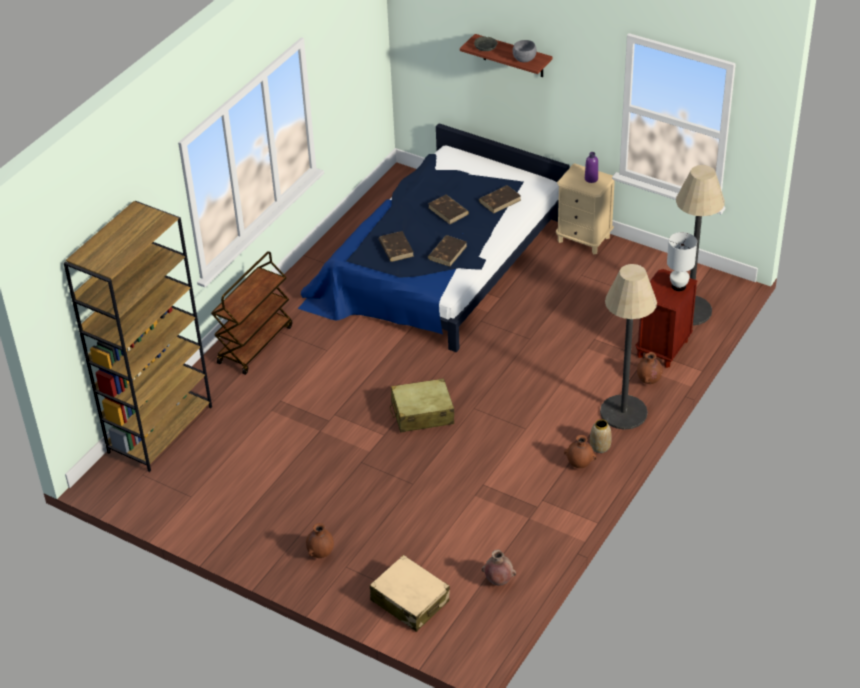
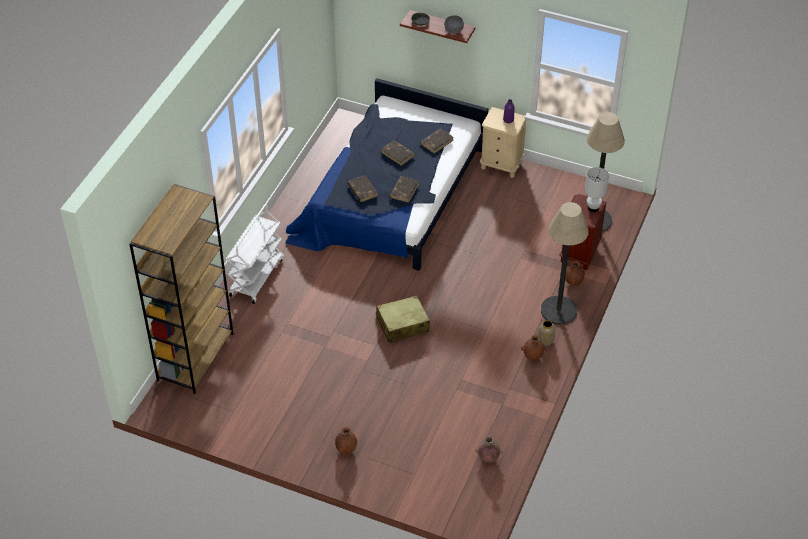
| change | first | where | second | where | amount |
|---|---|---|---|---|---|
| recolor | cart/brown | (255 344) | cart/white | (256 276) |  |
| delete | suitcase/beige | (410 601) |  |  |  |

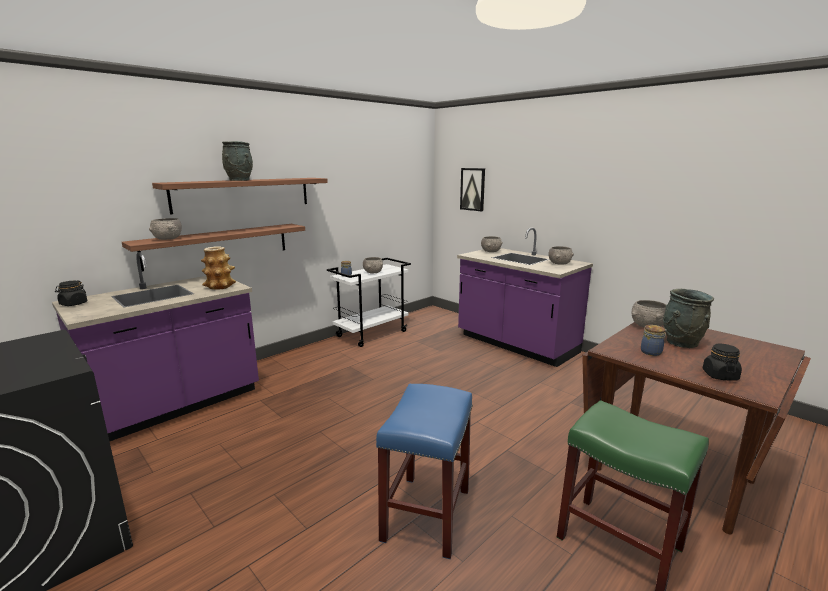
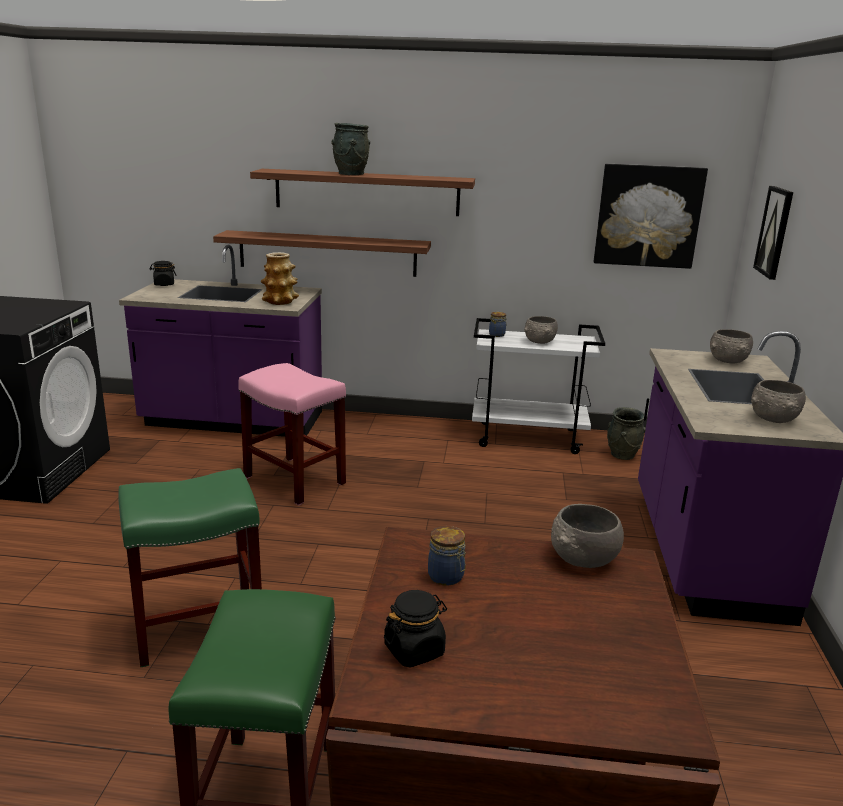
| change | first | where | second | where | amount |
|---|---|---|---|---|---|
| delete | bowl/grey | (168 239) |  |  |  |
| move | vase/grey | (681 343) |  | (622 454) |  |
| recolor | stool/blue | (427 515) | stool/green | (197 627) |  |
| insert |  |  | picture | (648 216) |  |
| insert |  |  | stool/pink | (293 480) |  |

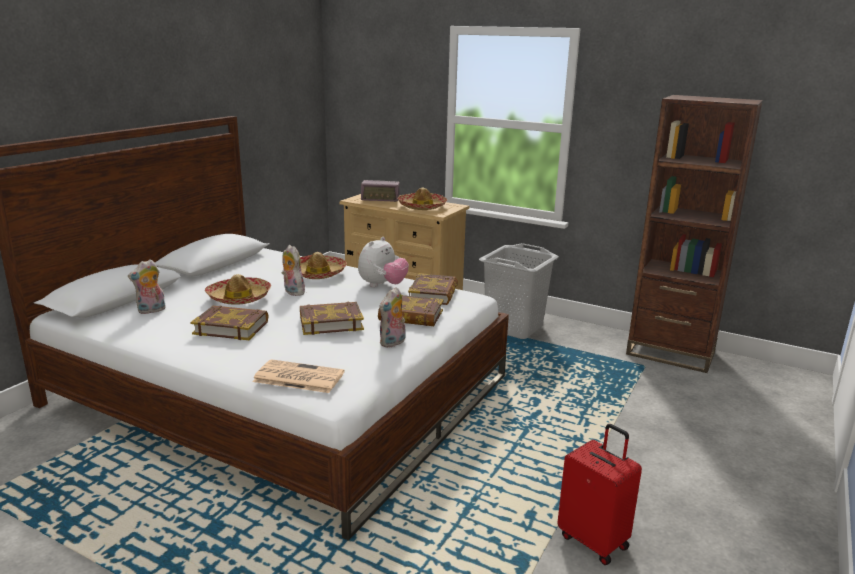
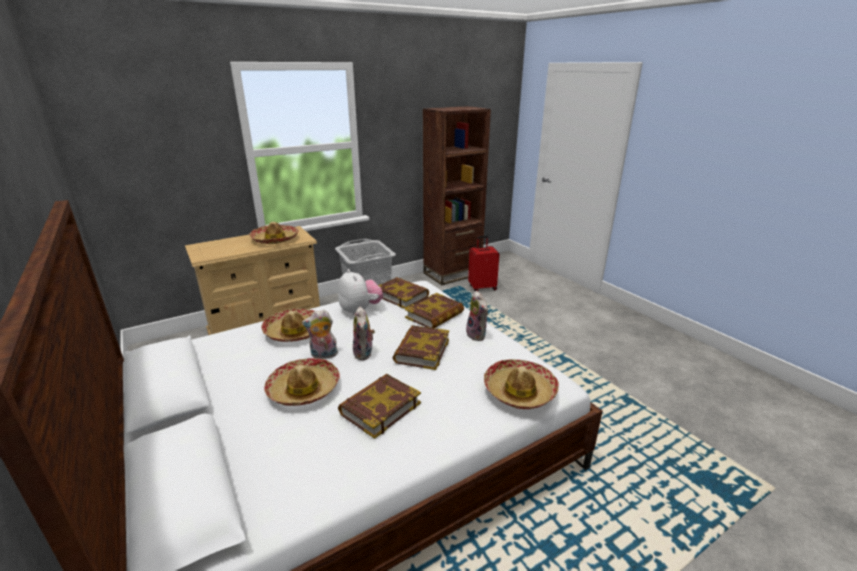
| change | first | where | second | where | amount |
|---|---|---|---|---|---|
| delete | radio | (380 199) |  |  |  |
| move | plush toy | (151 311) |  | (364 353) |  |
| replace | newspaper | (297 377) | hat | (519 391) |  |
| move | suitcase/red | (594 541) |  | (482 287) |  |

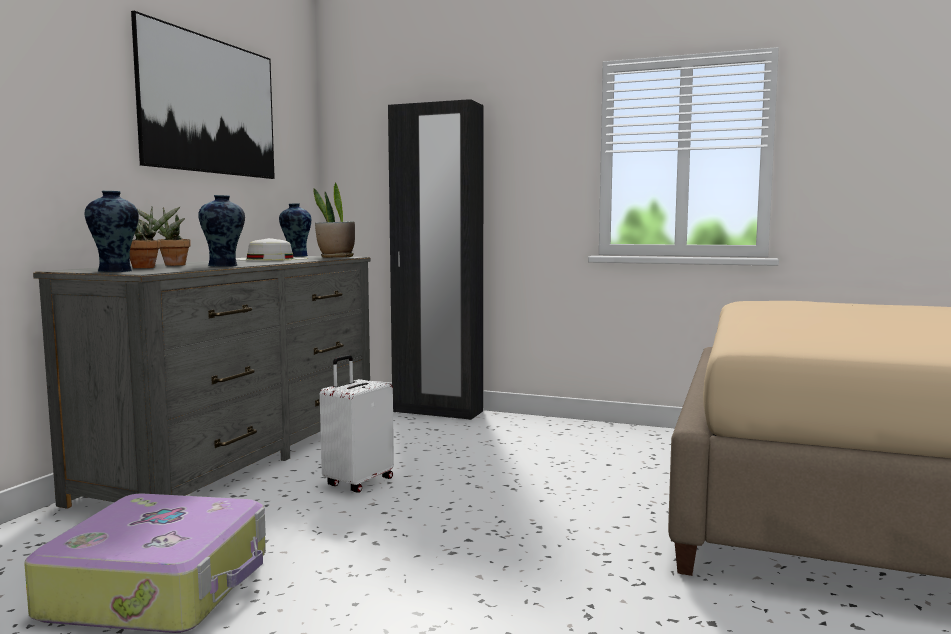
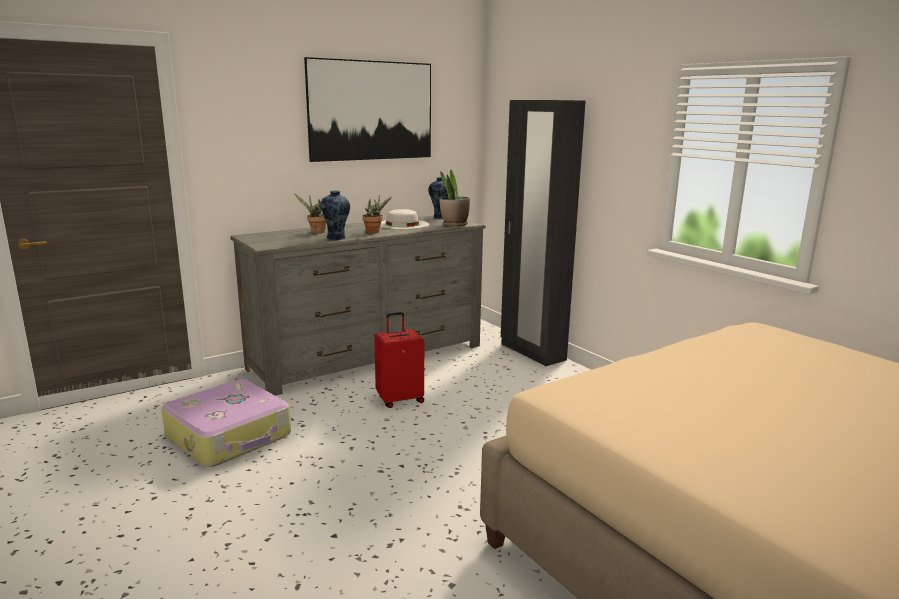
| change | first | where | second | where | amount |
|---|---|---|---|---|---|
| delete | vase | (115 271) |  |  |  |
| move | potted plant | (147 267) |  | (375 232) |  |
| recolor | suitcase/white | (358 482) | suitcase/red | (400 399) |  |

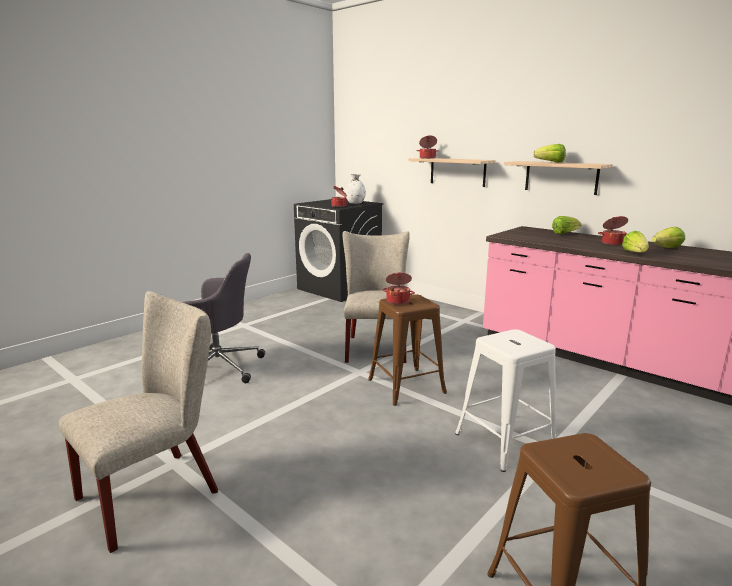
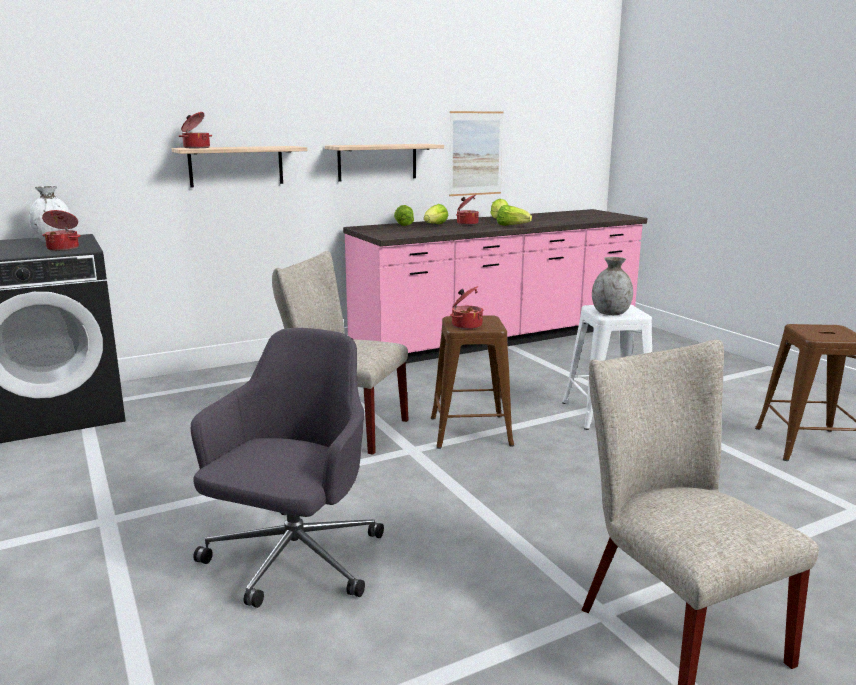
| change | first | where | second | where | amount |
|---|---|---|---|---|---|
| move | lettuce | (550 162) |  | (435 225) |  |
| insert |  |  | picture | (475 153) |  |
| insert |  |  | vase/grey | (610 313) |  |

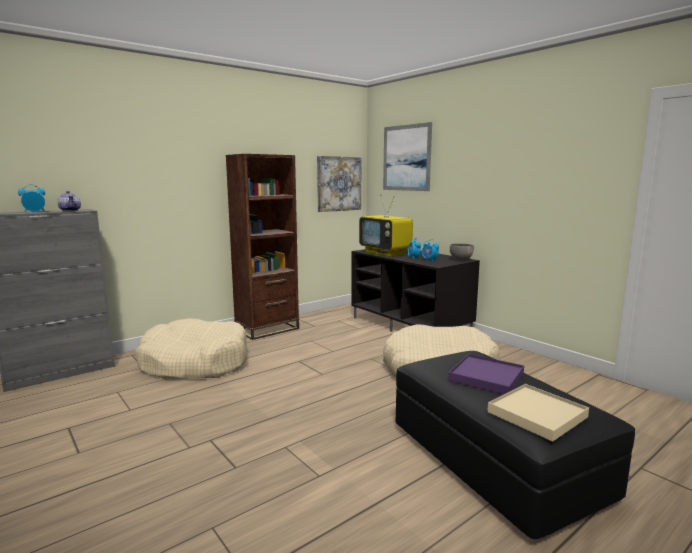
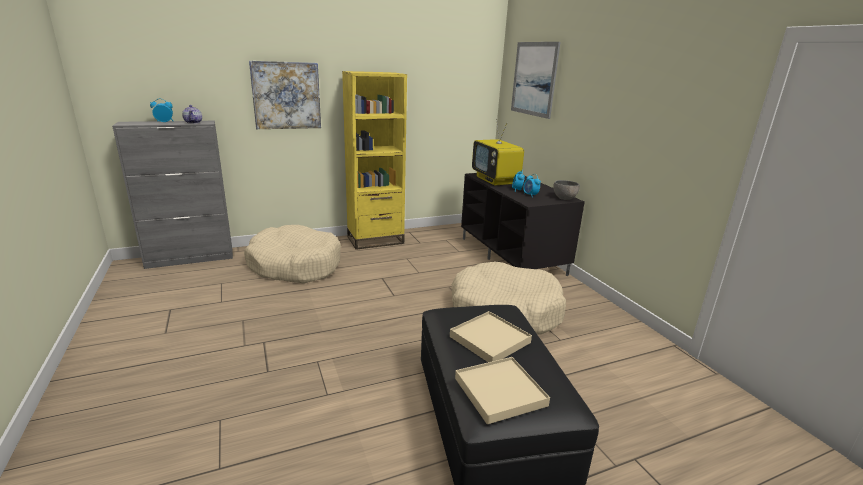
| change | first | where | second | where | amount |
|---|---|---|---|---|---|
| recolor | bookcase/brown | (267 329) | bookcase/yellow | (375 240) |  |
| move | picture | (339 183) |  | (286 95) |  |
| recolor | tray/purple | (486 377) | tray/beige | (490 339) |  |

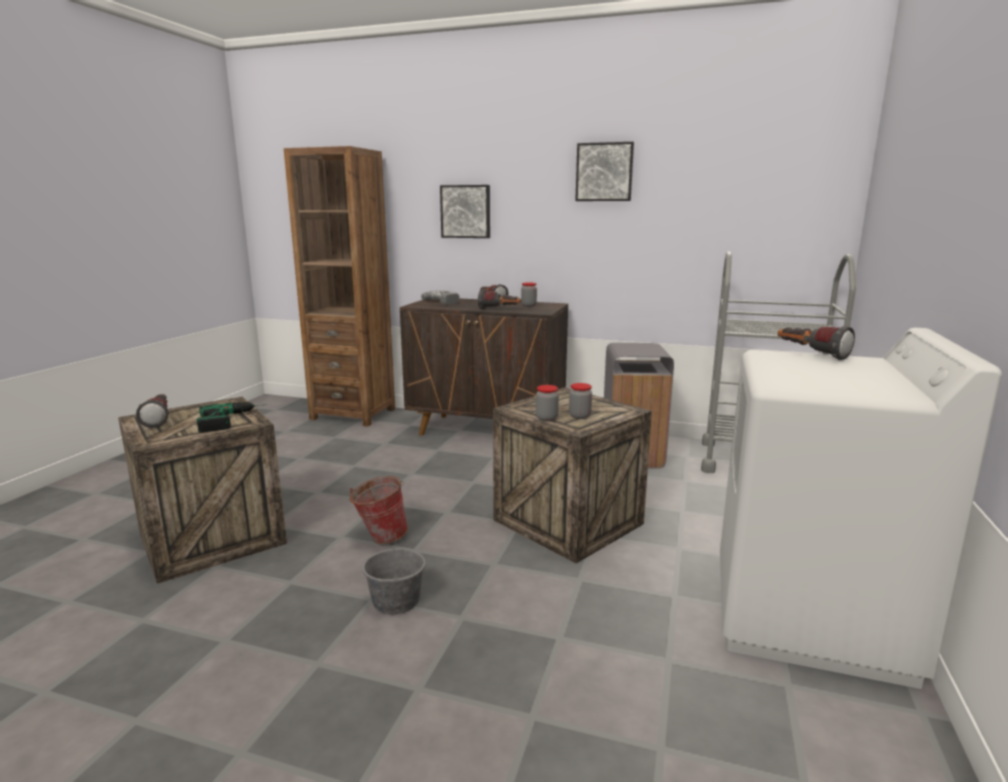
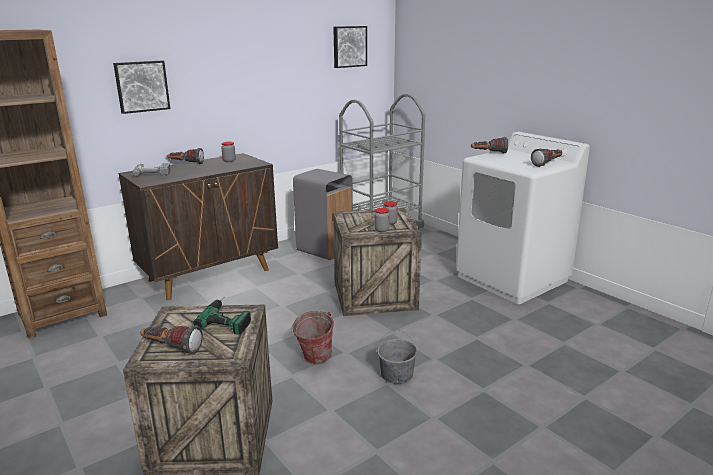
| change | first | where | second | where | amount |
|---|---|---|---|---|---|
| move | picture | (604 172) |  | (349 46) |  |
| move | flashlight | (499 309) |  | (548 164) |  |

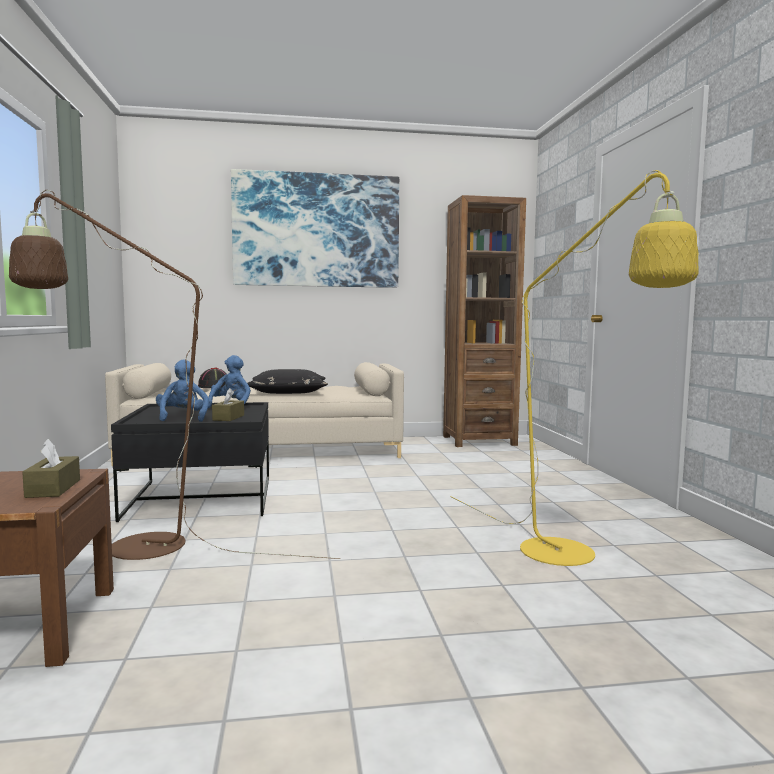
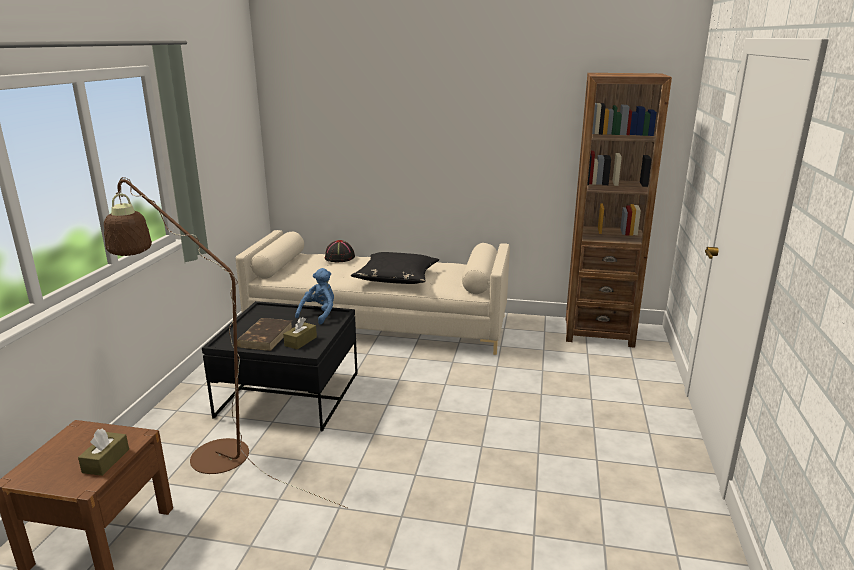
| change | first | where | second | where | amount |
|---|---|---|---|---|---|
| delete | picture | (317 230) |  |  |  |
| delete | floor lamp/yellow | (572 558) |  |  |  |
| replace | plush toy/blue | (183 418) | book/brown | (265 337) |  |

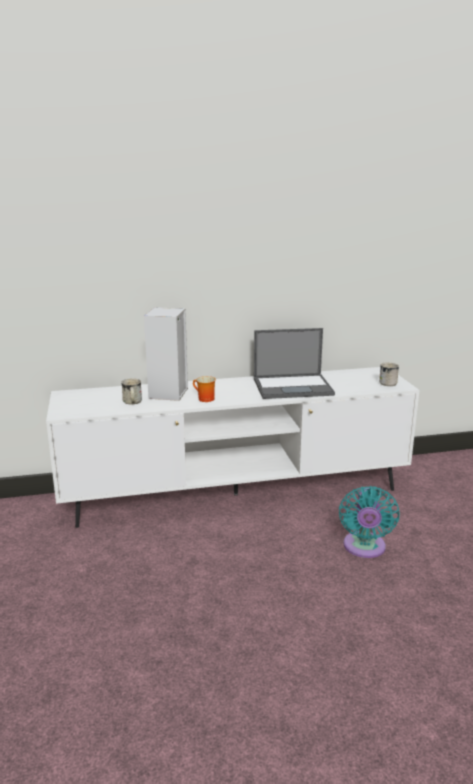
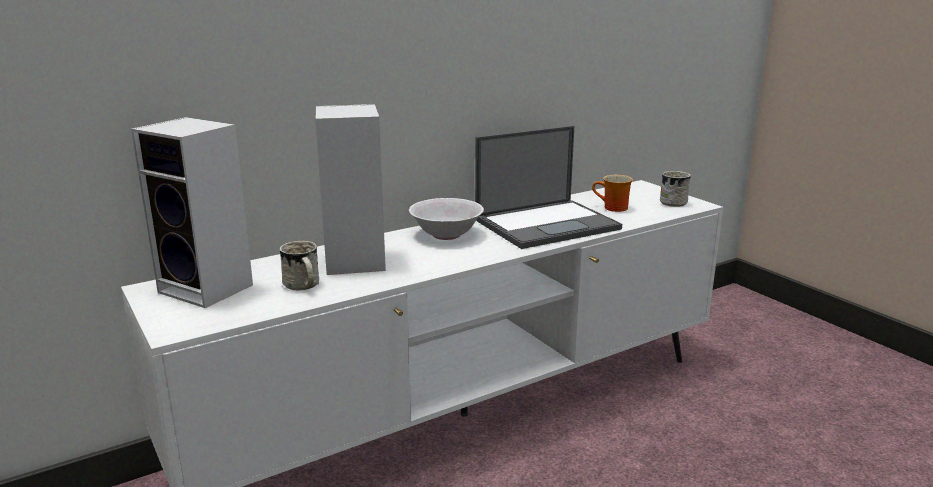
| change | first | where | second | where | amount |
|---|---|---|---|---|---|
| move | mug | (204 399) |  | (612 208) |  |
| delete | fan/turquoise | (364 548) |  |  |  |
| insert |  |  | speaker | (209 289) |  |
| insert |  |  | bowl/white | (446 235) |  |

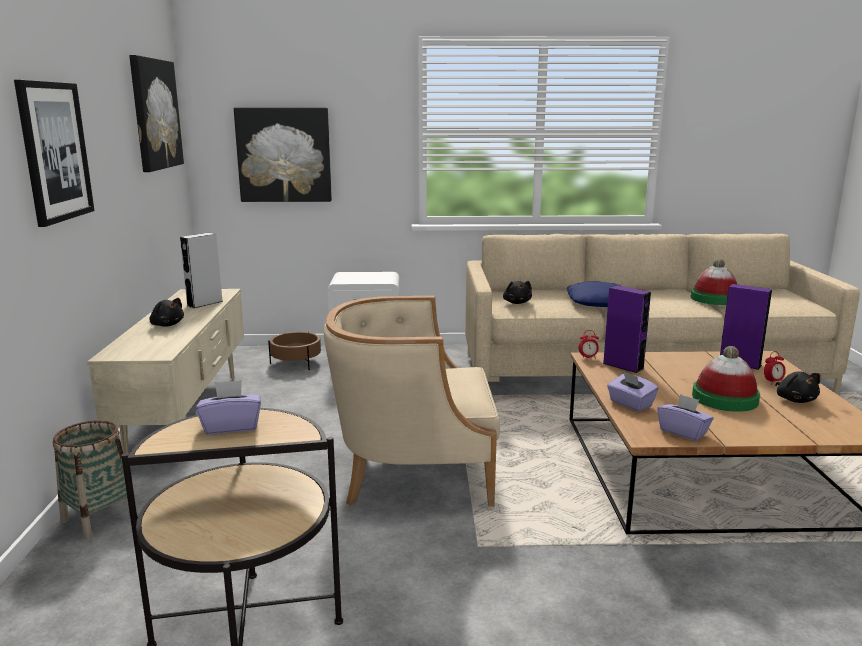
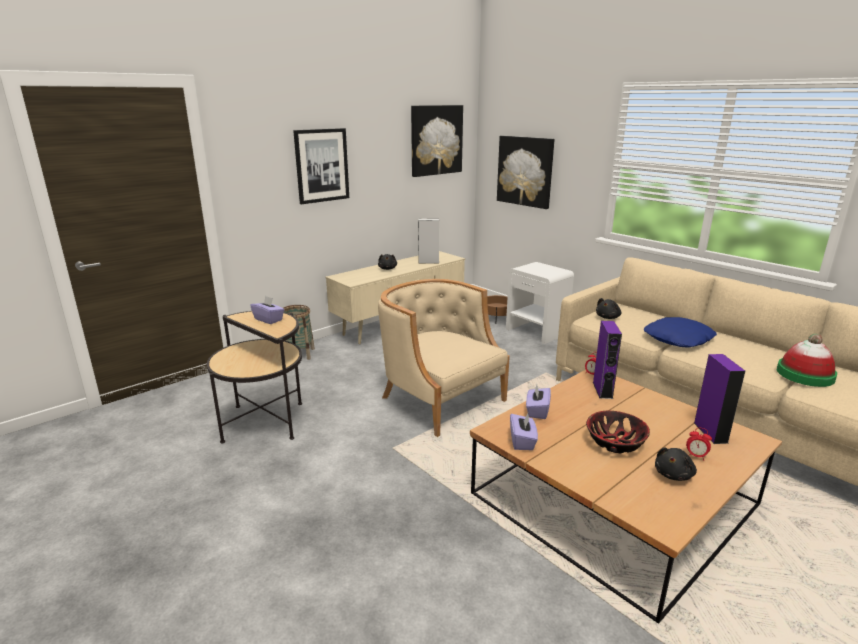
| change | first | where | second | where | amount |
|---|---|---|---|---|---|
| replace | hat | (724 398) | bowl | (615 443) |  |

